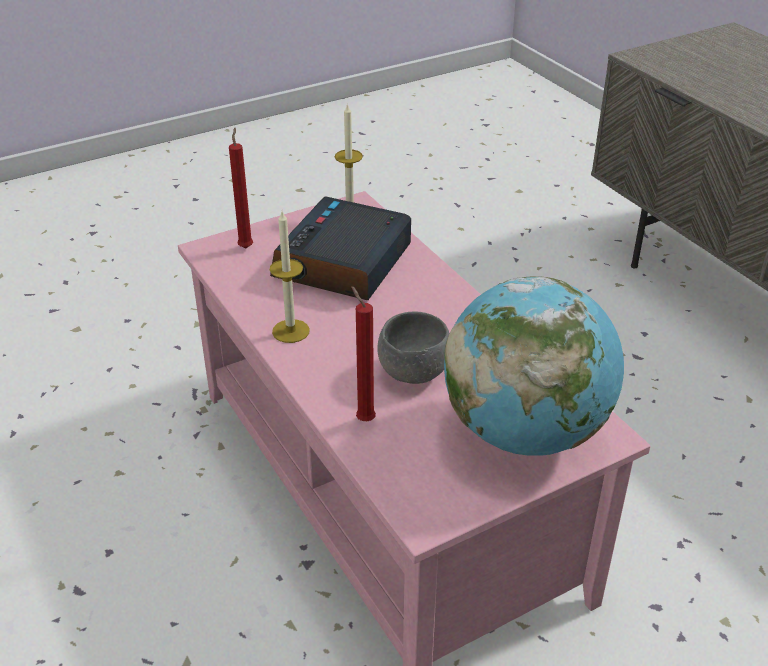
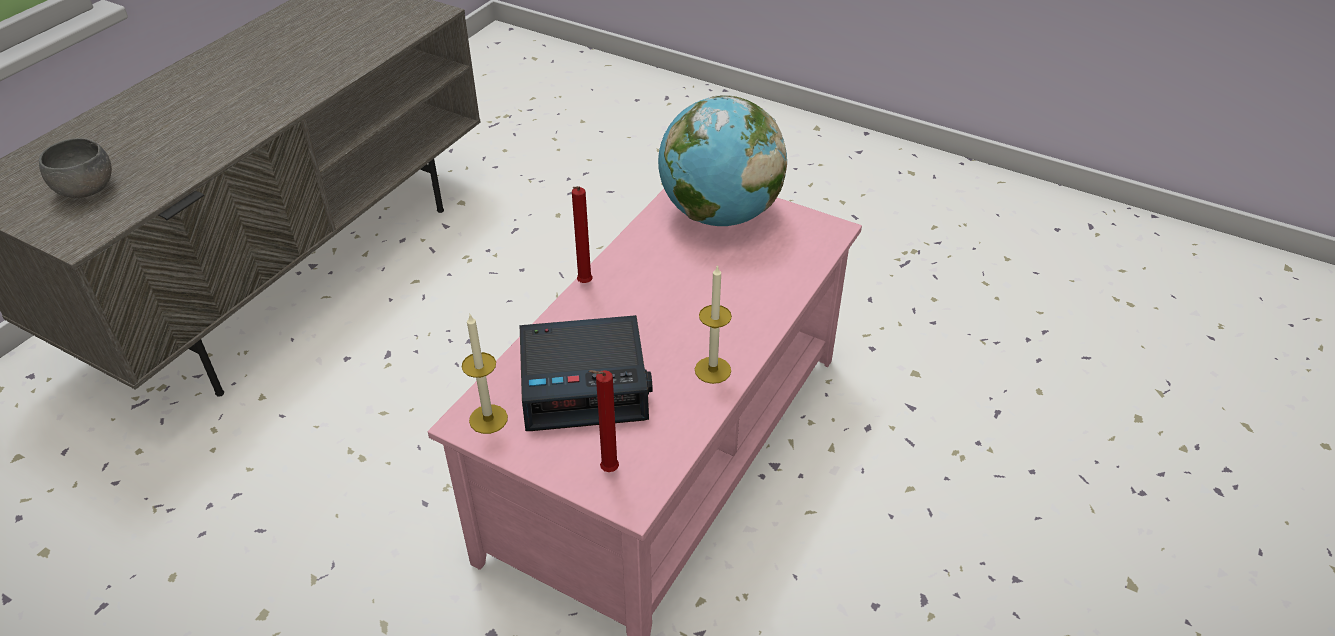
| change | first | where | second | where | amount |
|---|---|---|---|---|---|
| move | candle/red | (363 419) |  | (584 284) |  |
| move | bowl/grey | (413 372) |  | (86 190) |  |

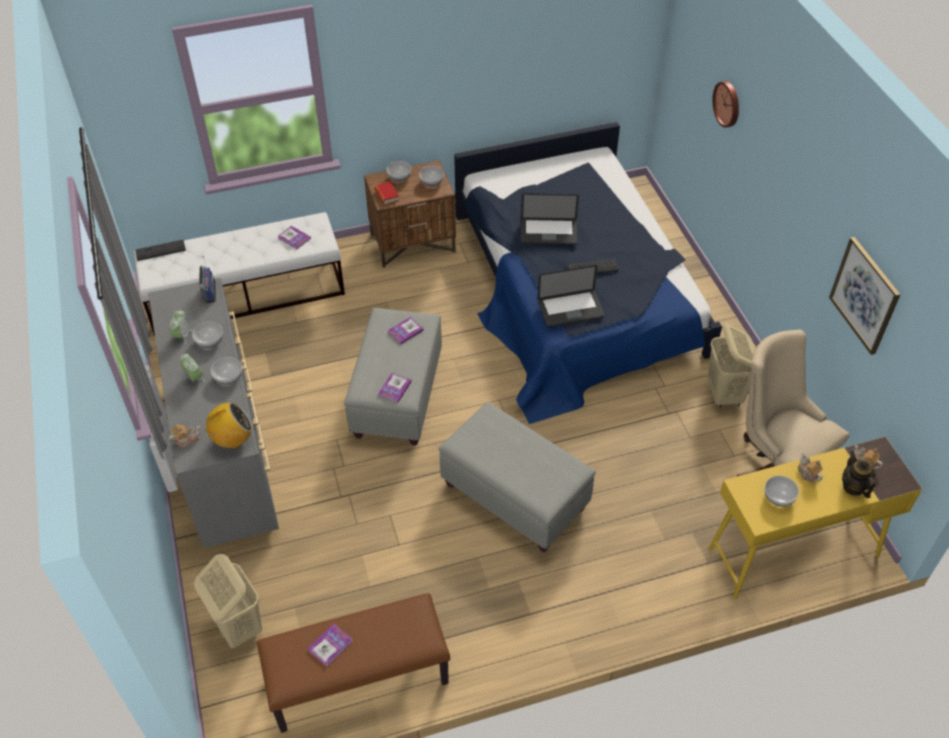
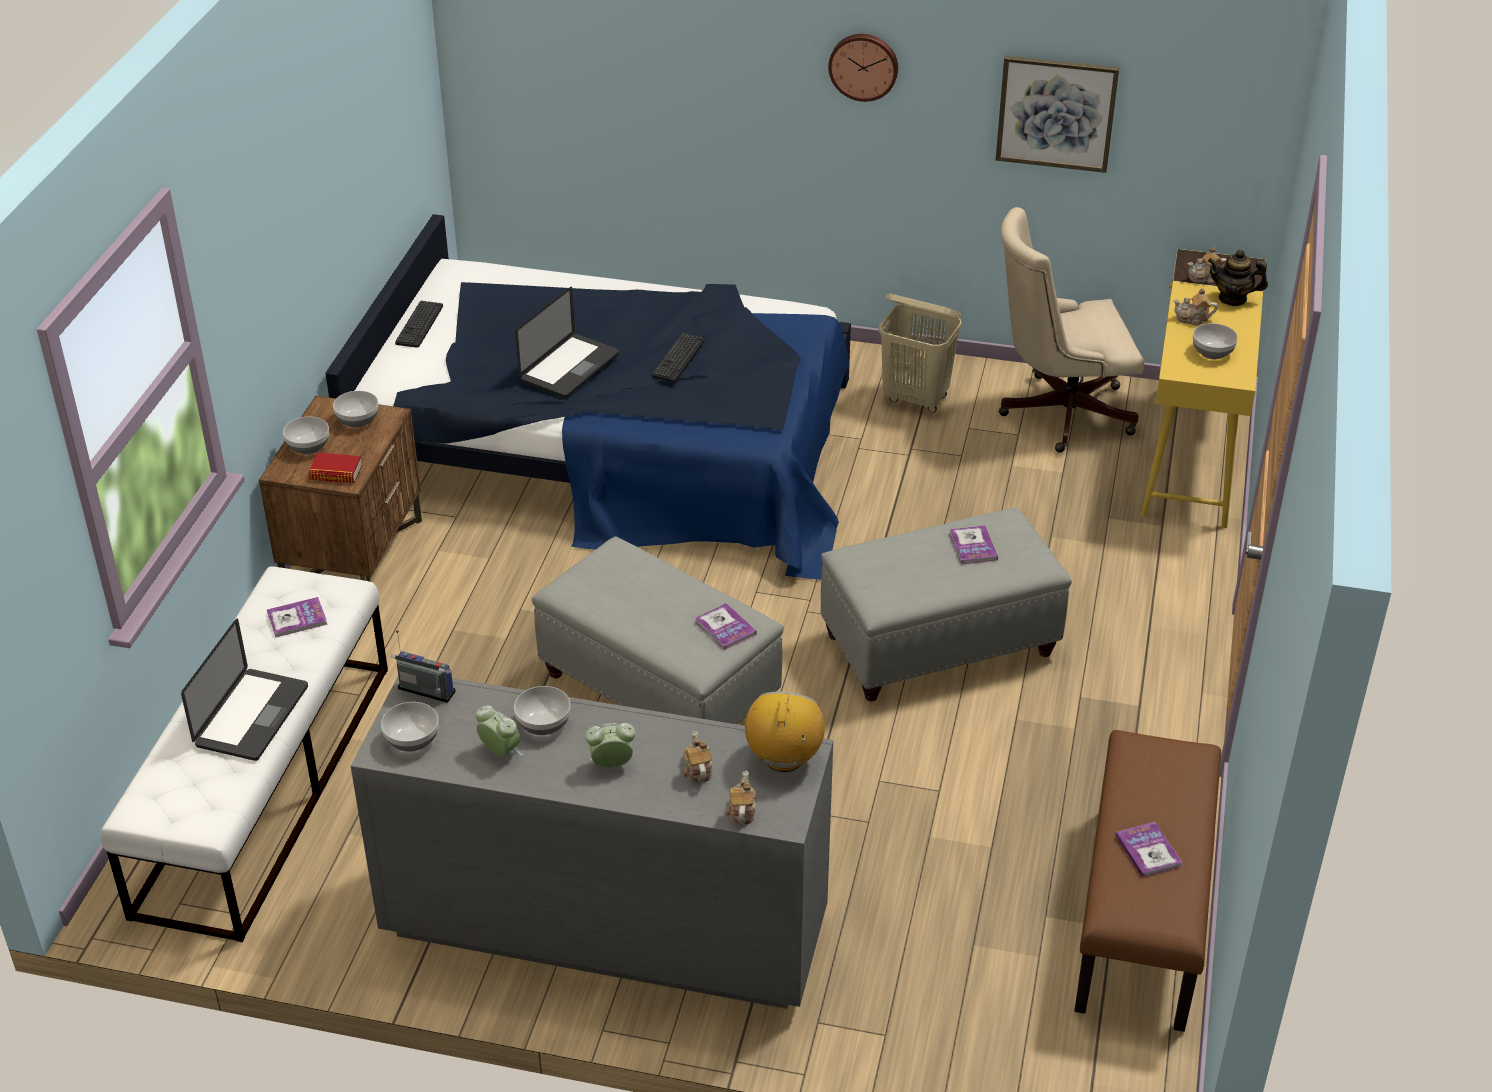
| change | first | where | second | where | amount |
|---|---|---|---|---|---|
| move | wall clock | (728 103) |  | (864 66) |  |
| move | keyboard | (160 250) |  | (419 325) |  |
| move | laptop | (570 309) |  | (252 716) |  |
| move | book | (405 331) |  | (973 546) |  |
| move | bowl | (229 378) |  | (413 740) |  |
| delete | laundry basket/beige | (238 626) |  |  |  |
| insert |  |  | teapot | (697 769) |  |

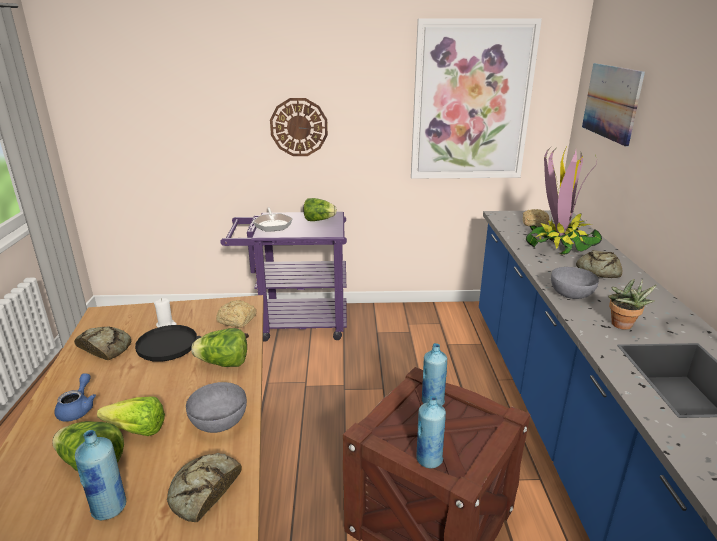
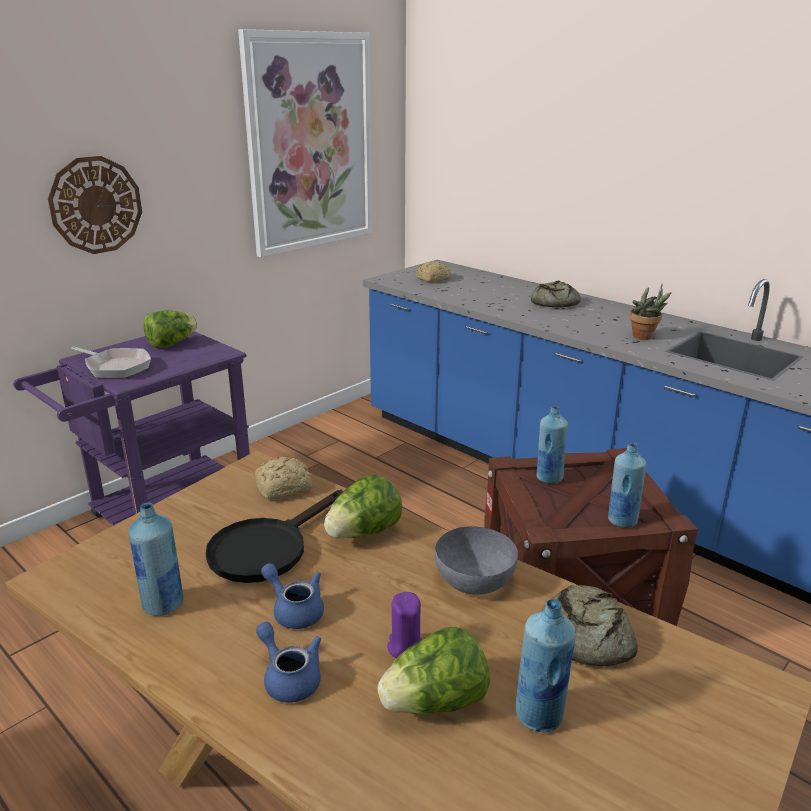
| change | first | where | second | where | amount |
|---|---|---|---|---|---|
| delete | picture | (611 102) |  |  |  |
| delete | potted plant | (559 244) |  |  |  |
| delete | bowl/grey | (571 293) |  |  |  |
| delete | candle/white | (166 325) |  |  |  |
| replace | bread | (105 347) | bottle/blue | (163 605) |  |
| replace | lettuce | (133 429) | candle/purple | (404 646) |  |
| insert |  |  | teapot/blue | (294 610) |  |

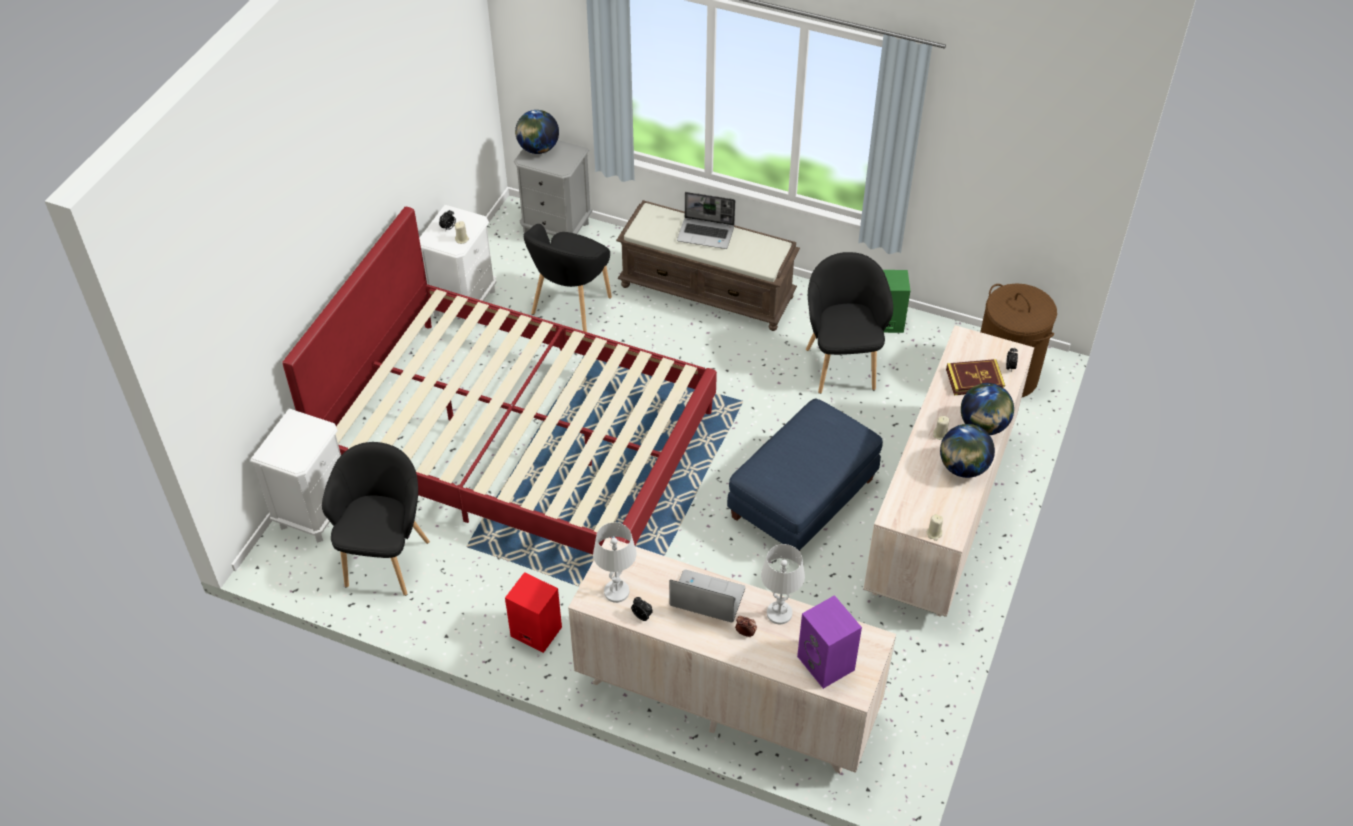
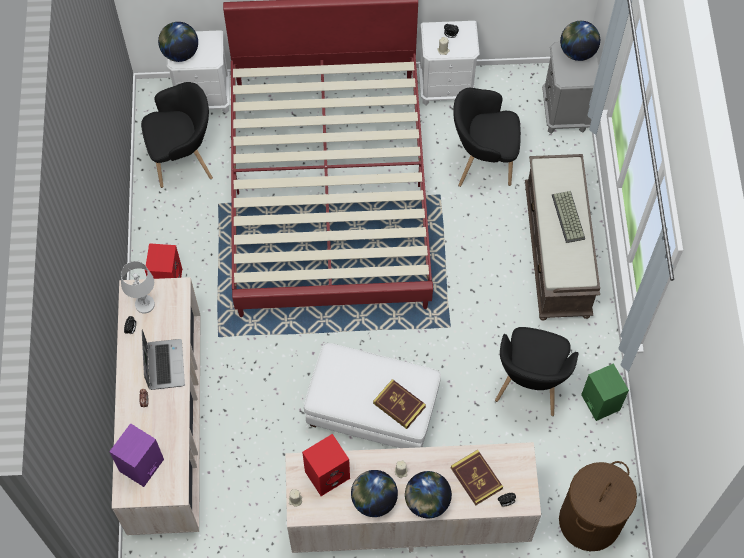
| change | first | where | second | where | amount |
|---|---|---|---|---|---|
| replace | laptop | (706 234) | keyboard | (569 217) |  |
| rotate | armchair/black | (842 366) |  | (529 386) | 135 degrees clockwise |
| recolor | ottoman/blue | (802 499) | ottoman/white | (371 409) |  |
| delete | table lamp/white | (779 613) |  |  |  |
| insert |  |  | globe | (180 53) |  |
| insert |  |  | book | (399 405) |  |
| insert |  |  | speaker/red | (327 473) |  |

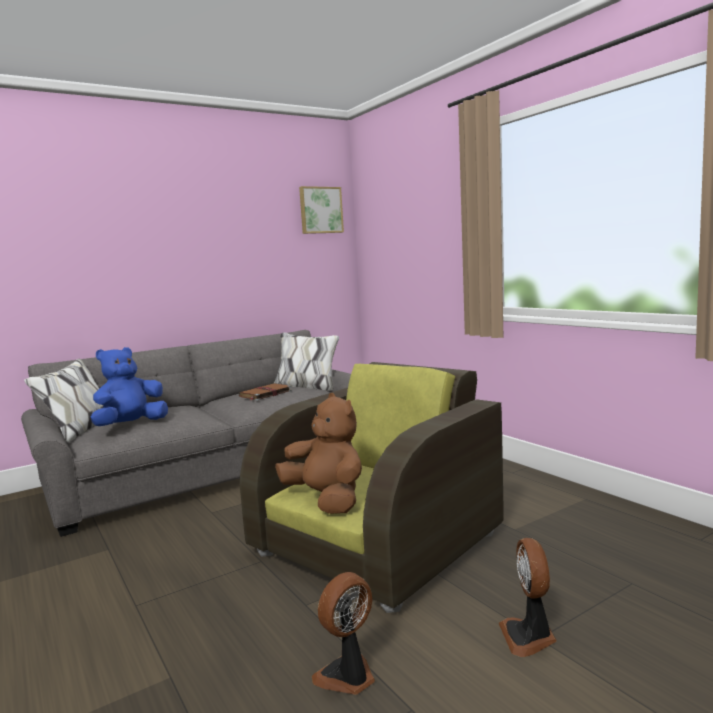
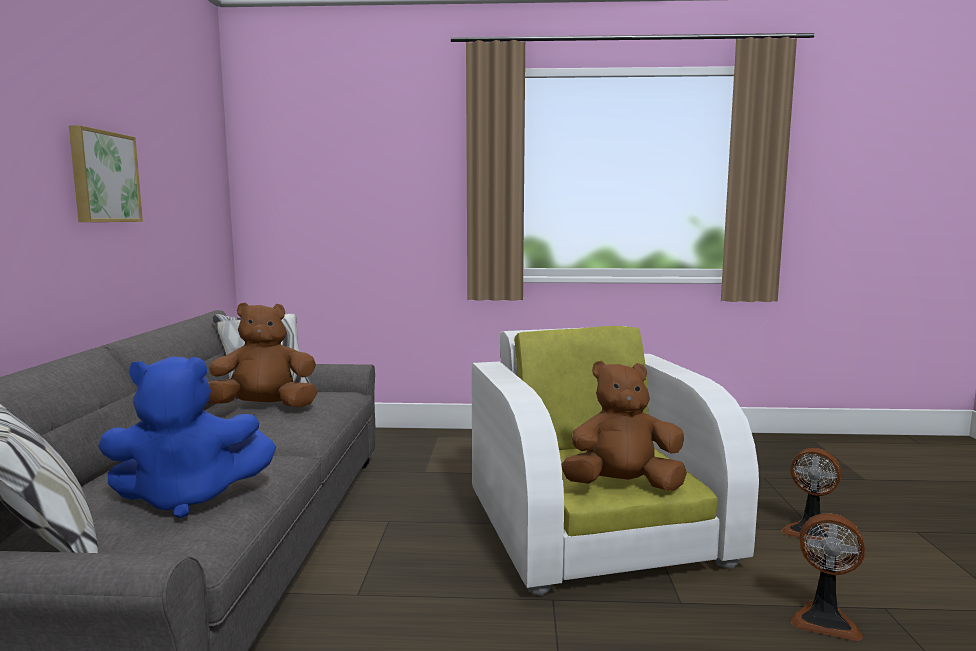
| change | first | where | second | where | amount |
|---|---|---|---|---|---|
| move | picture | (320 210) |  | (103 177) |  |
| rotate | plush toy/blue | (130 425) |  | (189 498) | 90 degrees counterclockwise |
| recolor | armchair/brown | (379 543) | armchair/white | (595 529) |  |
| replace | book/brown | (265 394) | plush toy/brown | (264 408) |  |
| rotate | fan | (348 676) |  | (824 620) | 60 degrees counterclockwise |

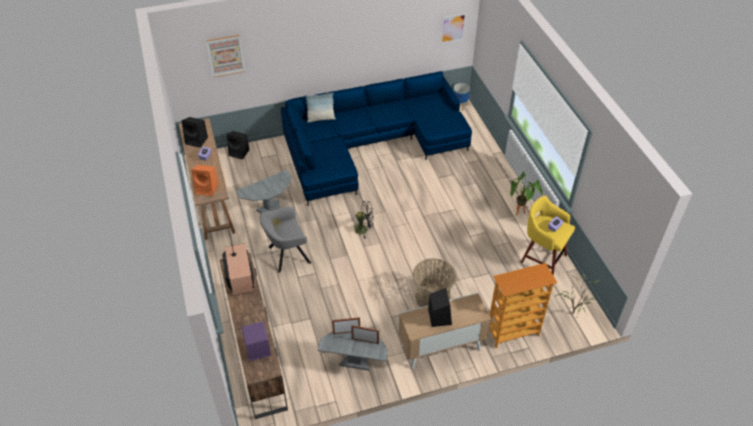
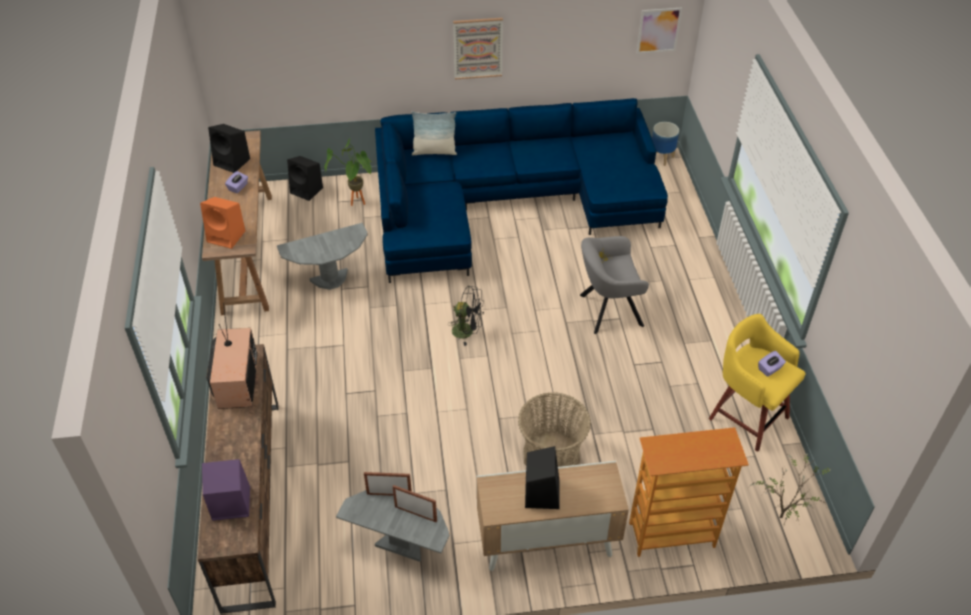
| change | first | where | second | where | amount |
|---|---|---|---|---|---|
| move | picture | (226 55) |  | (478 48) |  |
| move | potted plant | (519 214) |  | (357 205) |  |
| move | armchair/grey | (286 255) |  | (607 310) |  |

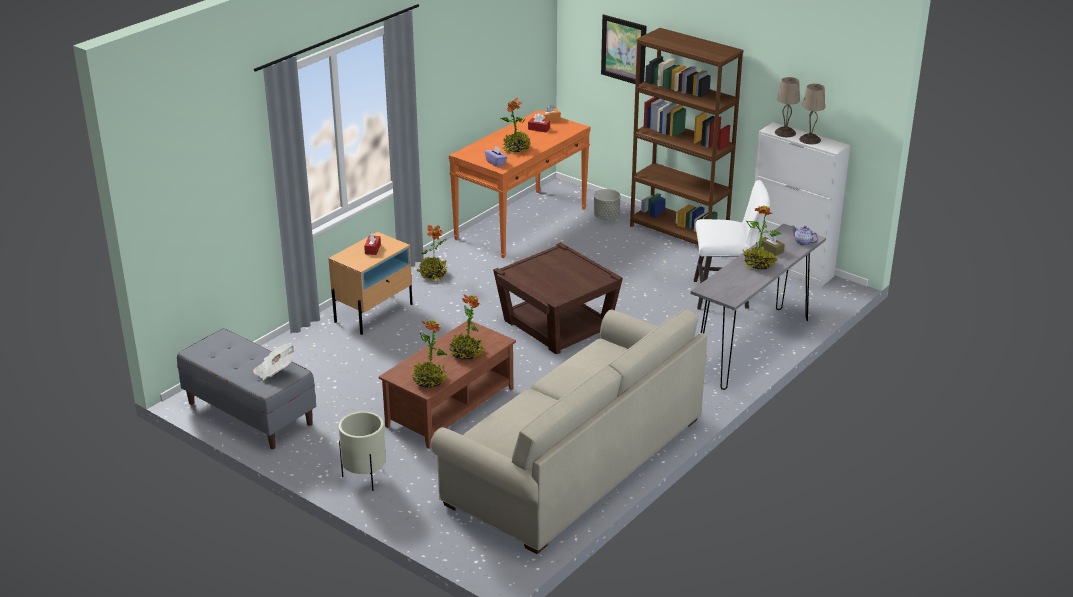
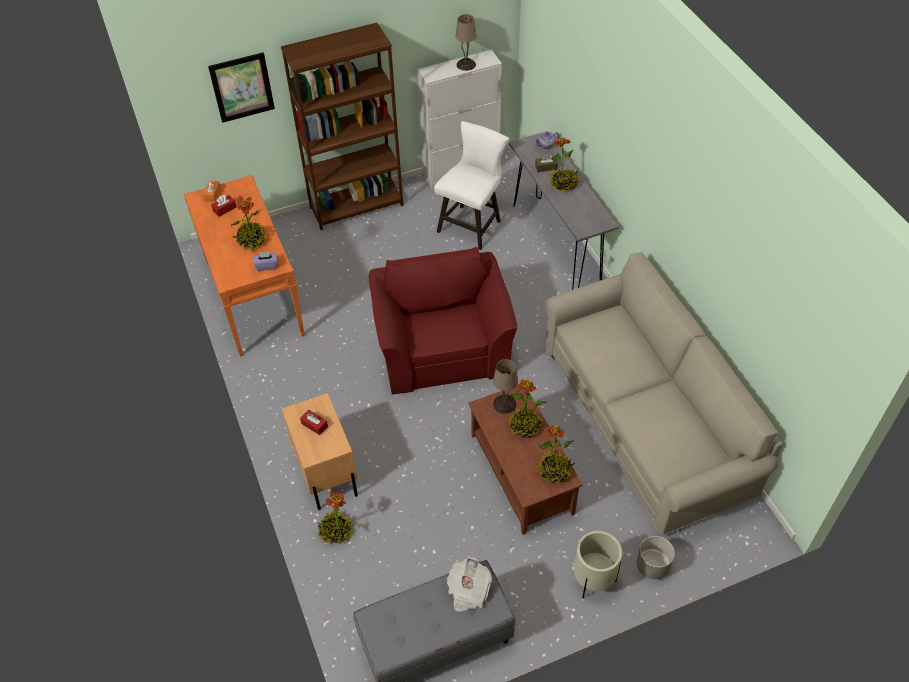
| change | first | where | second | where | amount |
|---|---|---|---|---|---|
| move | table lamp/beige | (785 133) |  | (505 403) |  |
| move | planter/grey | (606 217) |  | (652 565) |  |
| move | potted plant | (432 275) |  | (336 531) |  |
| replace | side table/brown | (557 325) | armchair/red | (442 346) |  |

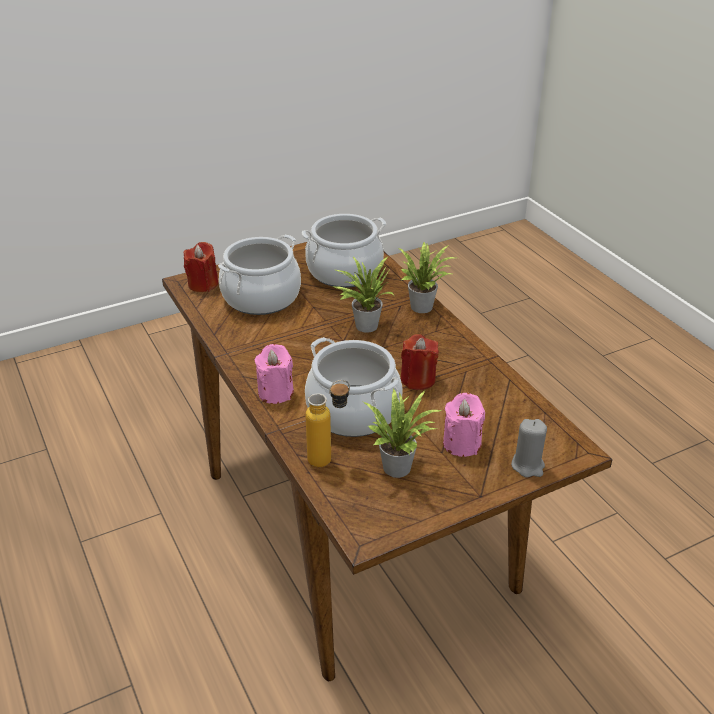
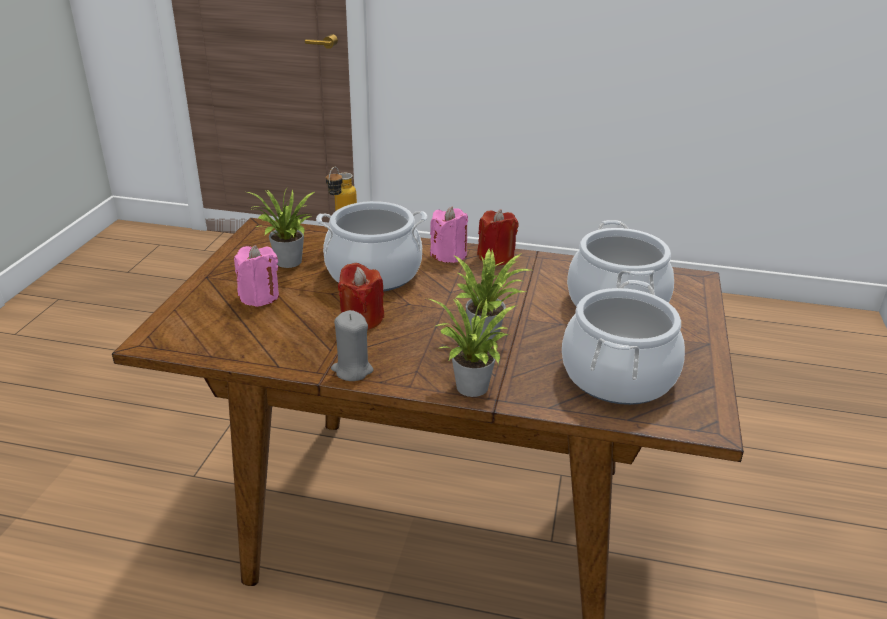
| change | first | where | second | where | amount |
|---|---|---|---|---|---|
| move | candle/red | (203 284) |  | (496 257) |  |
| move | candle/grey | (528 466) |  | (352 370) |  |

